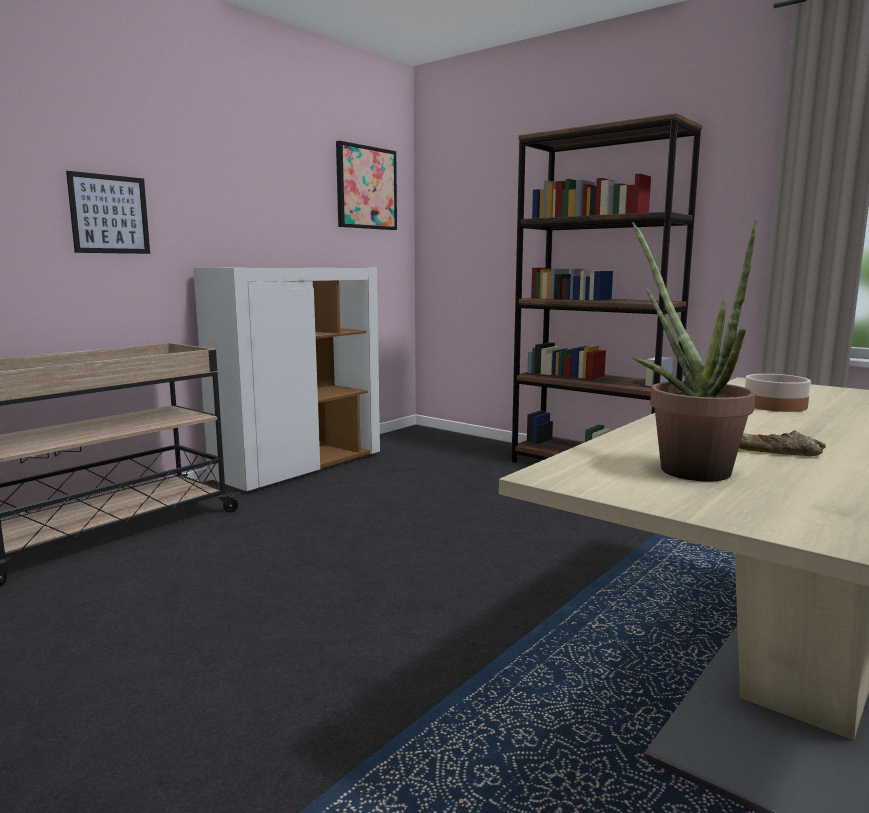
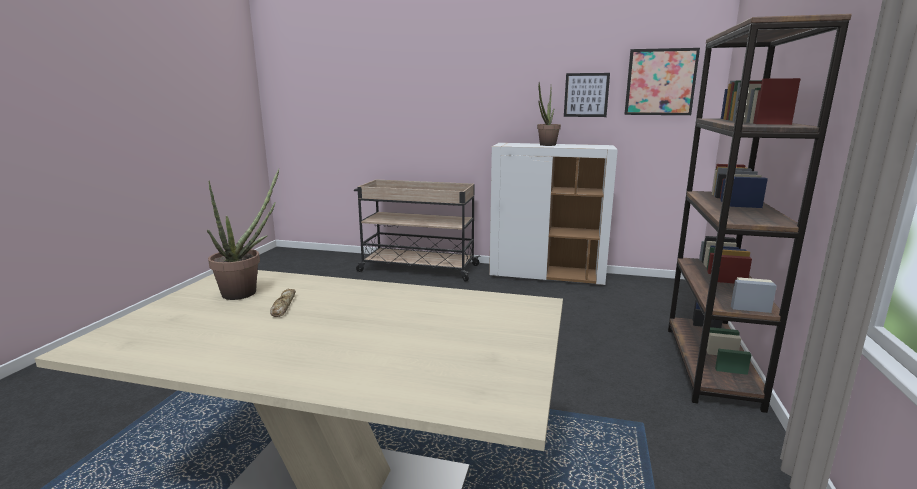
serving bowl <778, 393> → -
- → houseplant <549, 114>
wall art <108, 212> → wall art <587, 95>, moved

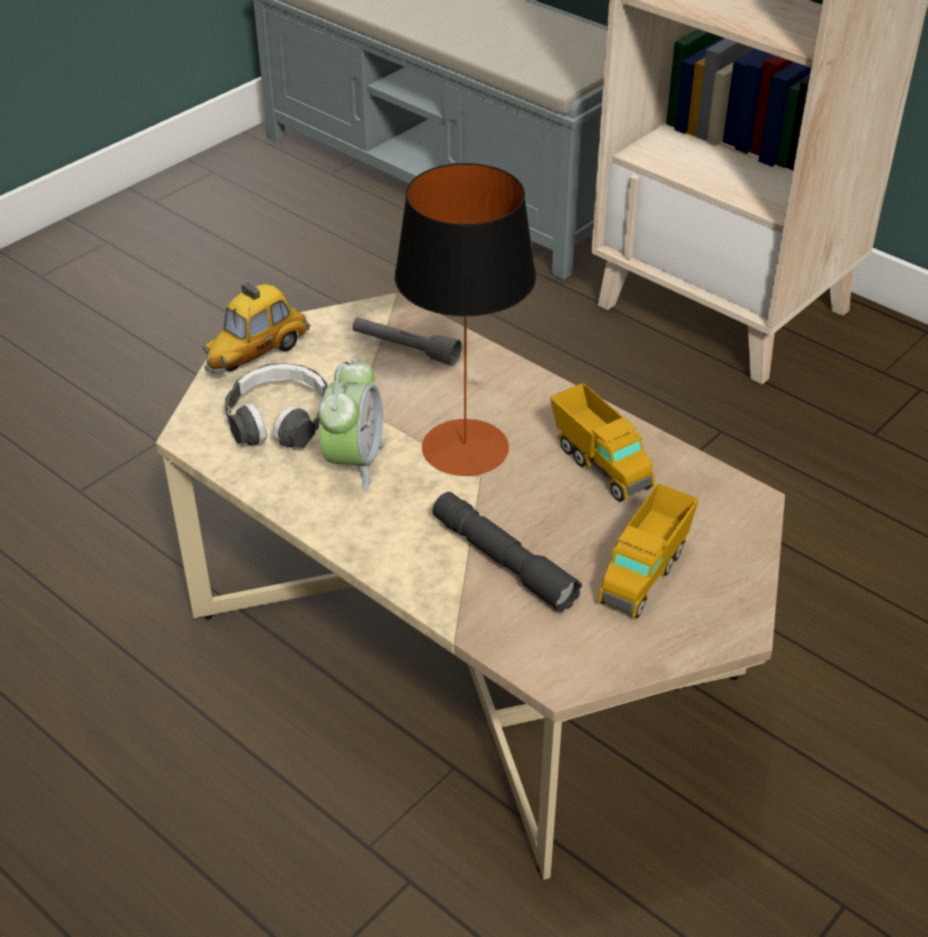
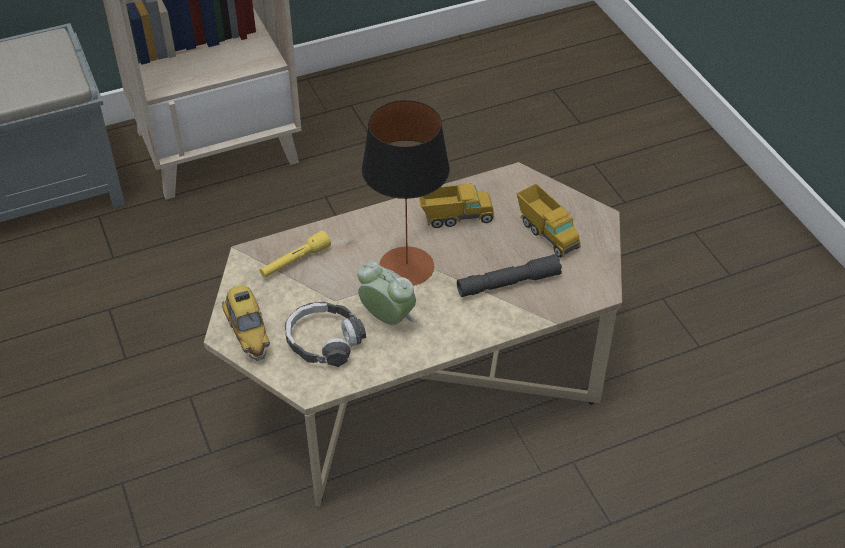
gray hand torch <407, 341> → yellow hand torch <295, 254>

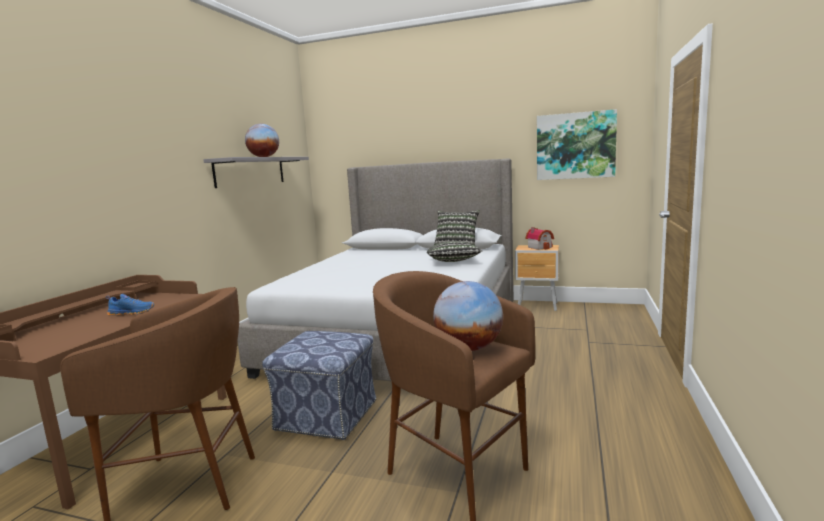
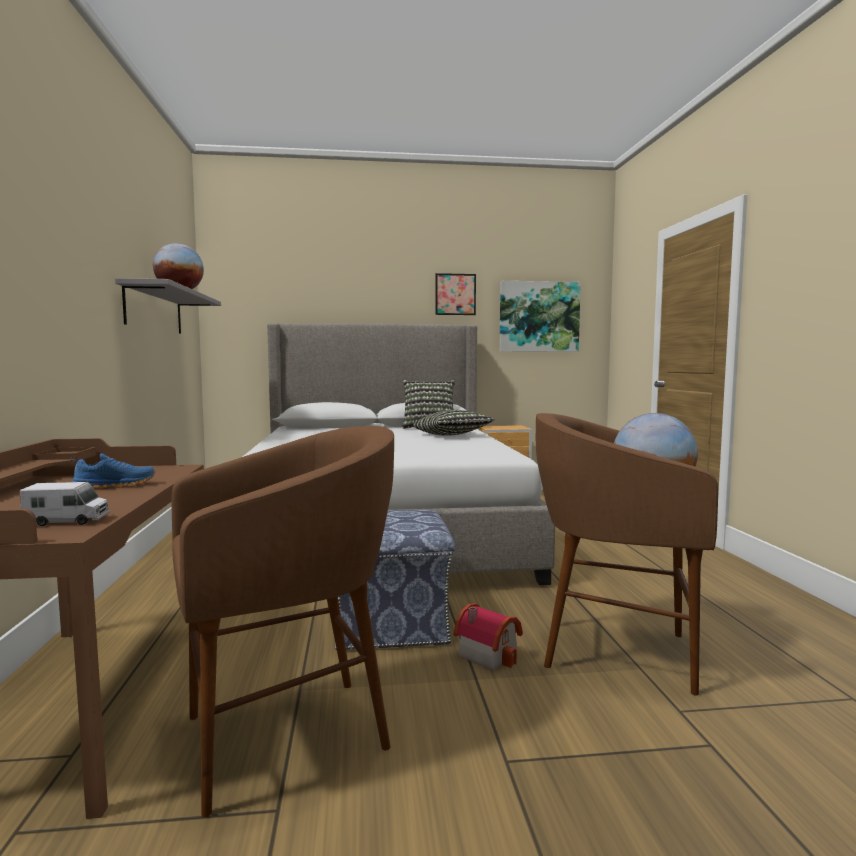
- → toy lorry <65, 504>
- → wall art <455, 294>
toy house <539, 238> → toy house <488, 636>, moved

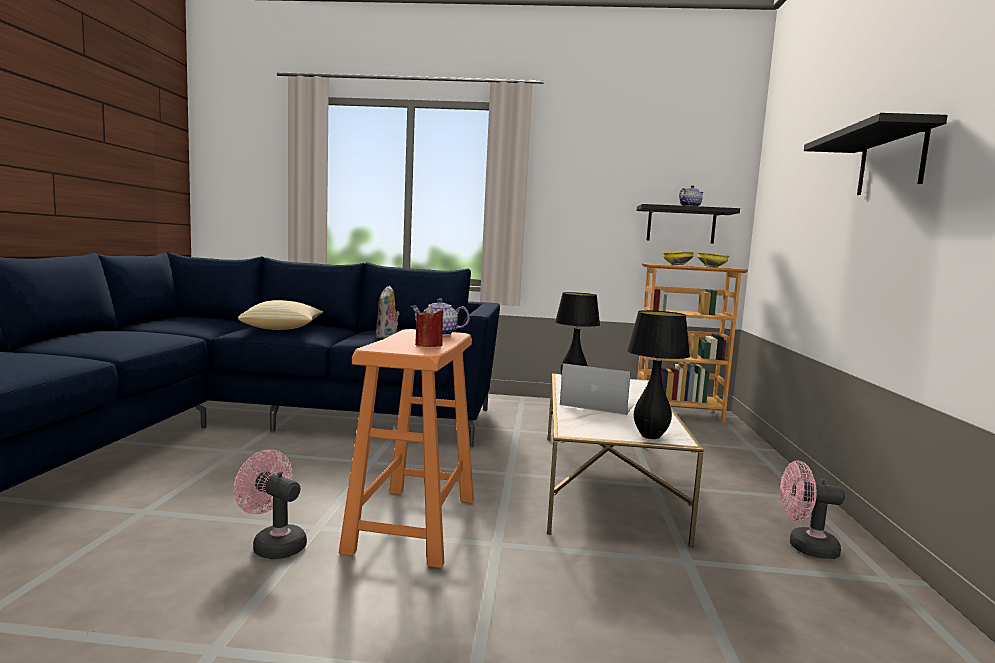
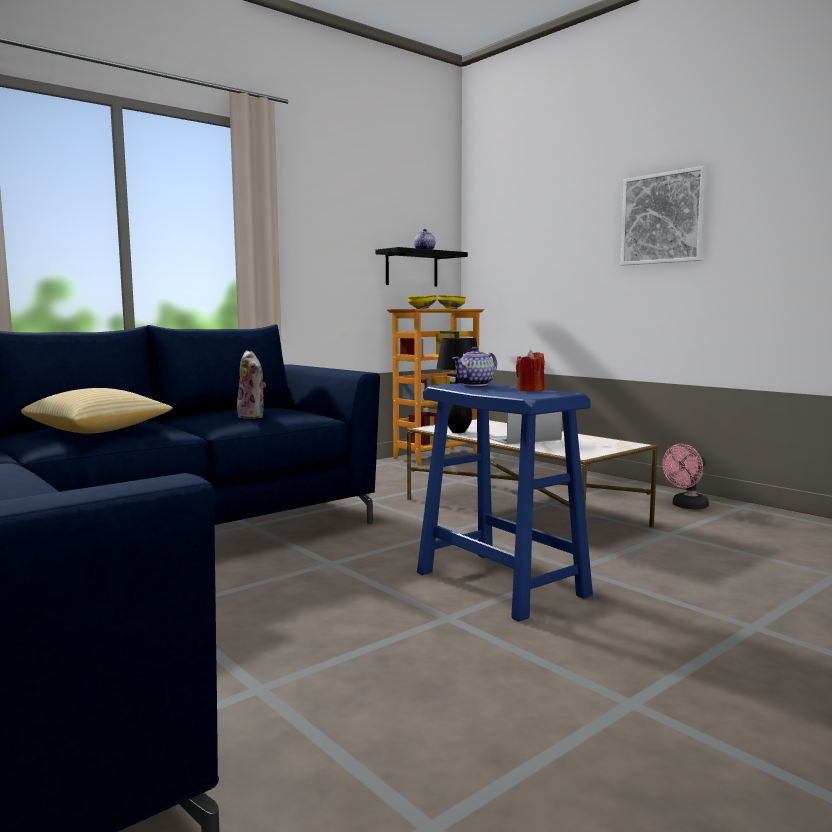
pink fan <270, 504> → -
black-coloured lamp for a table <658, 374> → -
black-coloured wall shelf <876, 154> → wall art <664, 216>
orangey stool seat <406, 448> → blue stool seat <505, 502>

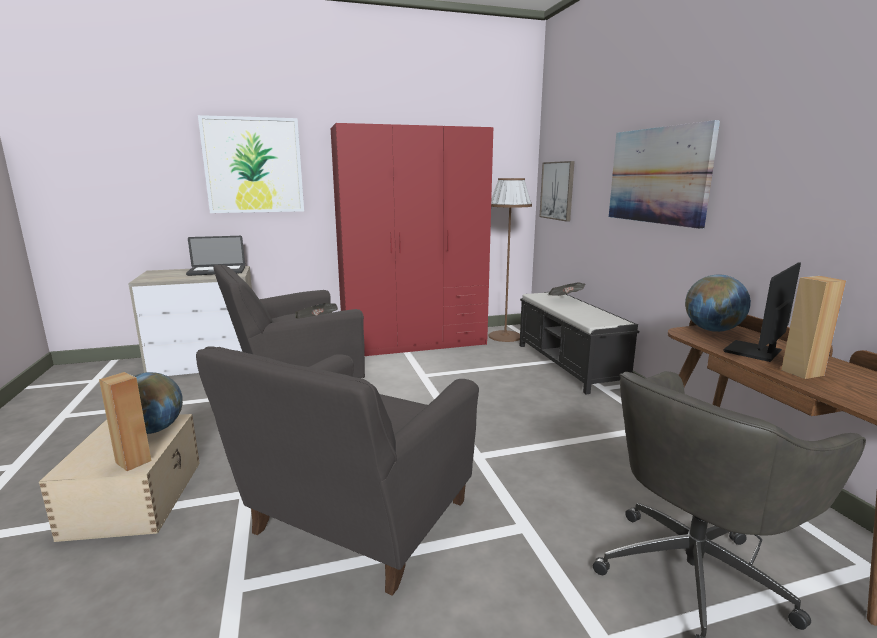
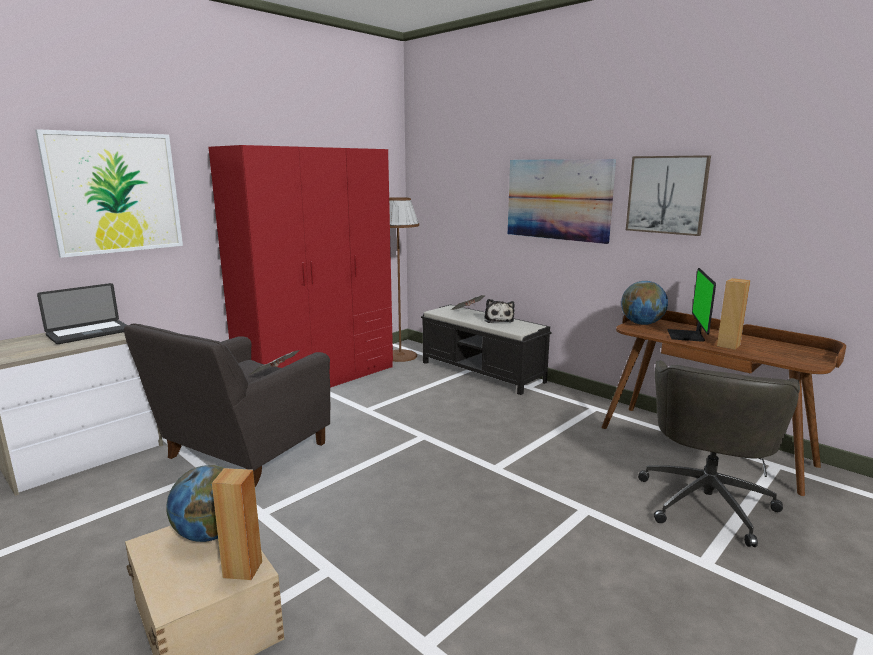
gray easy chair <337, 471> → -
- → soft toy <499, 311>
wall art <557, 191> → wall art <668, 195>, moved

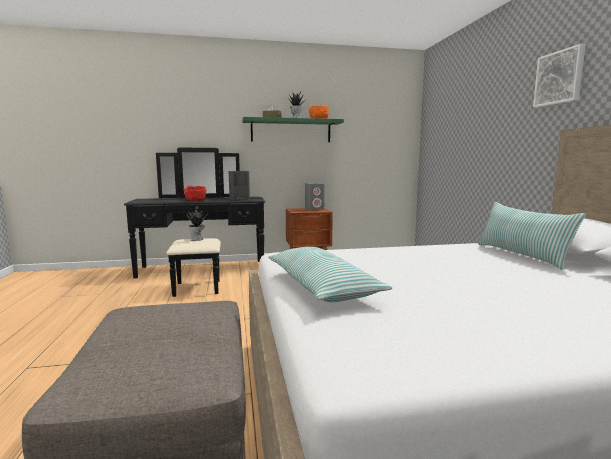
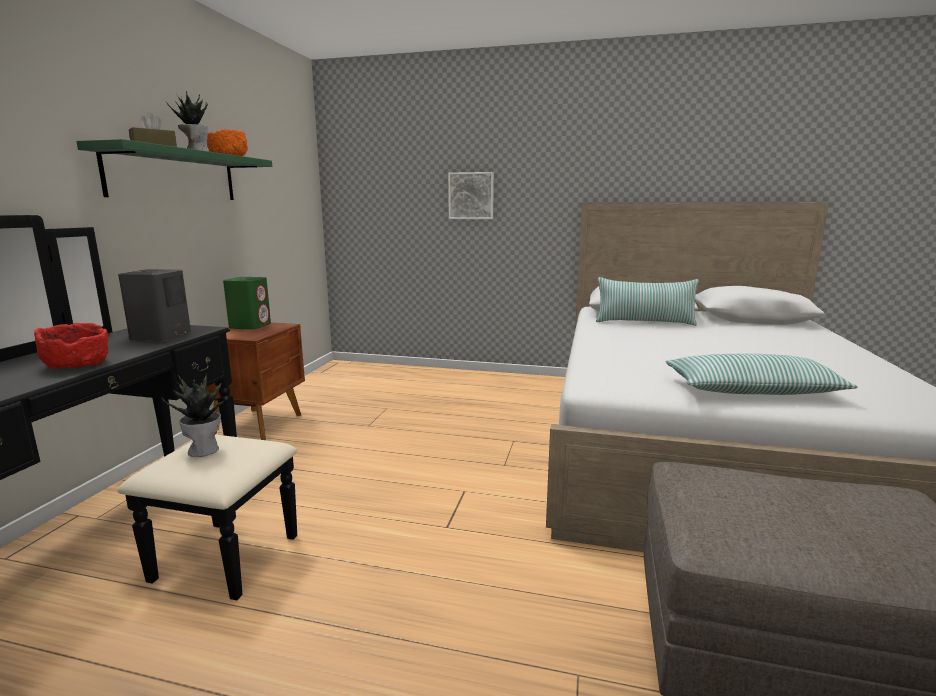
wall art <559, 75> → wall art <471, 195>, moved
gray speaker <315, 196> → green-coloured speaker <247, 303>

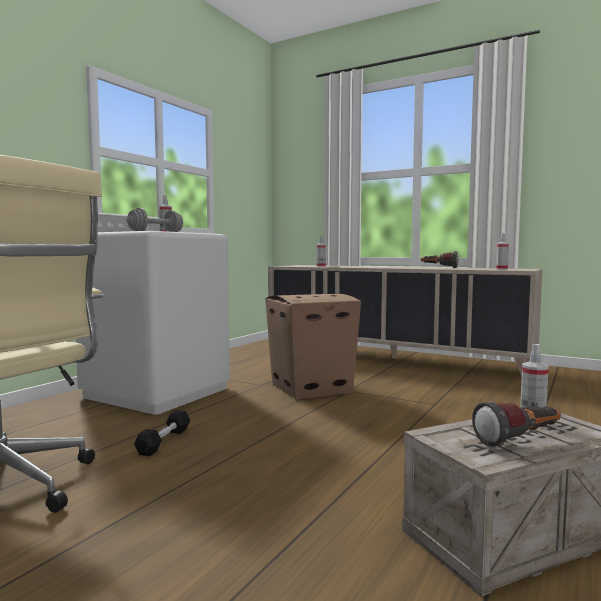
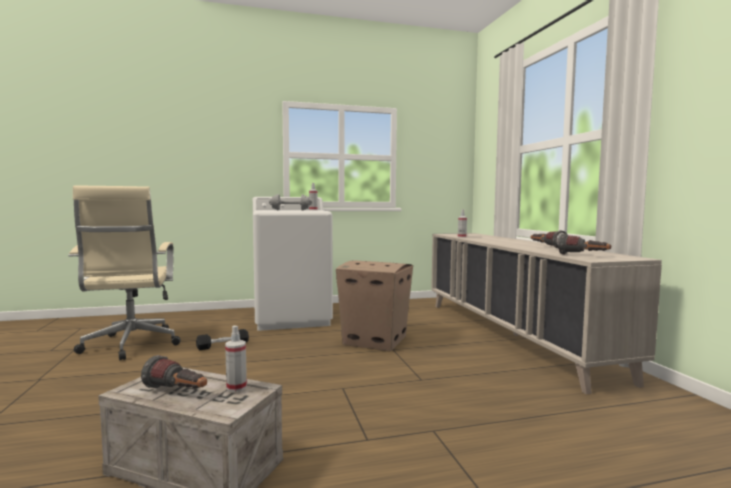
spray bottle <502, 251> → hand torch <585, 243>

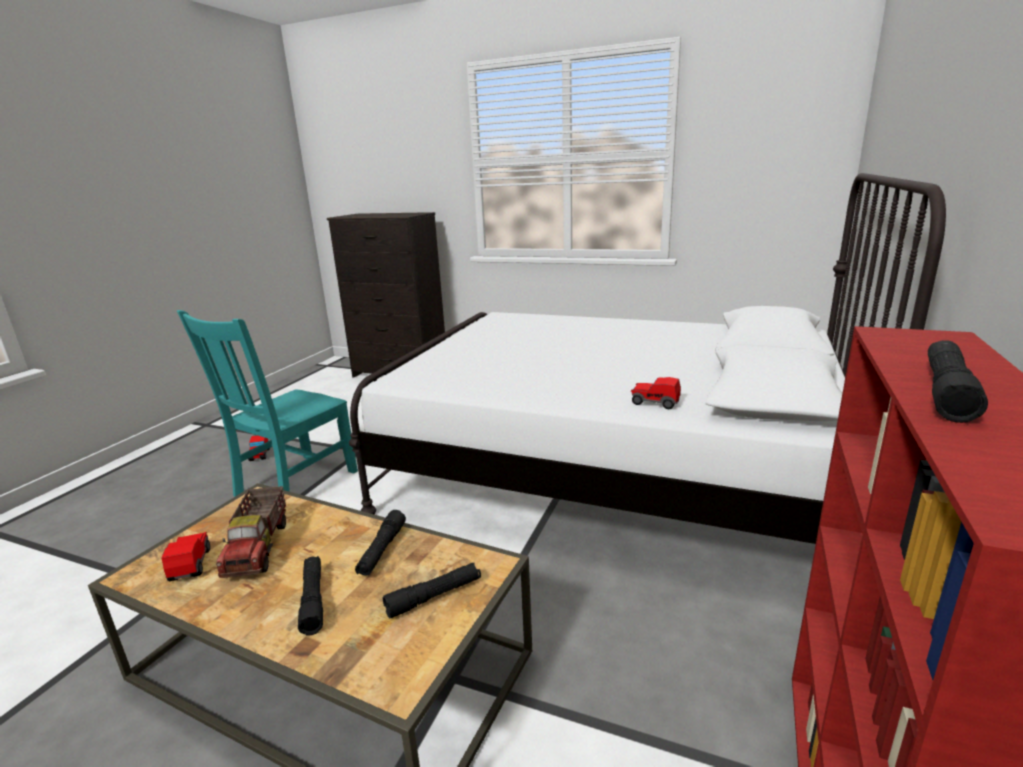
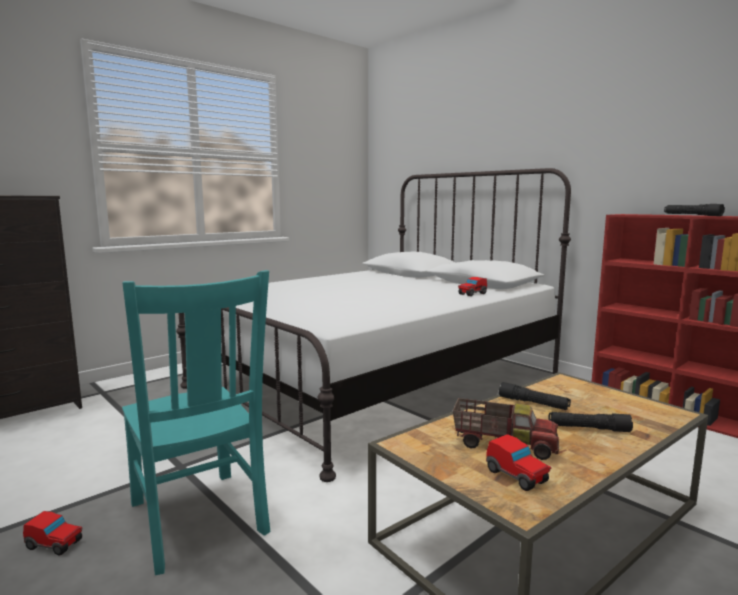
black-coloured hand torch <432, 590> → -
model car <185, 557> → model car <519, 462>, 135 degrees counterclockwise

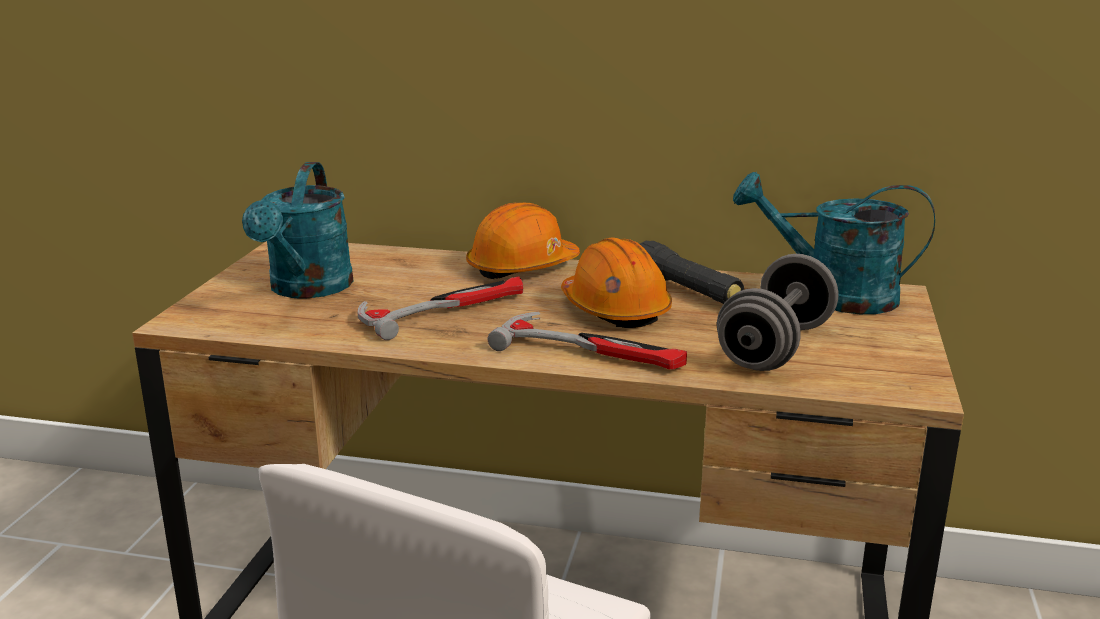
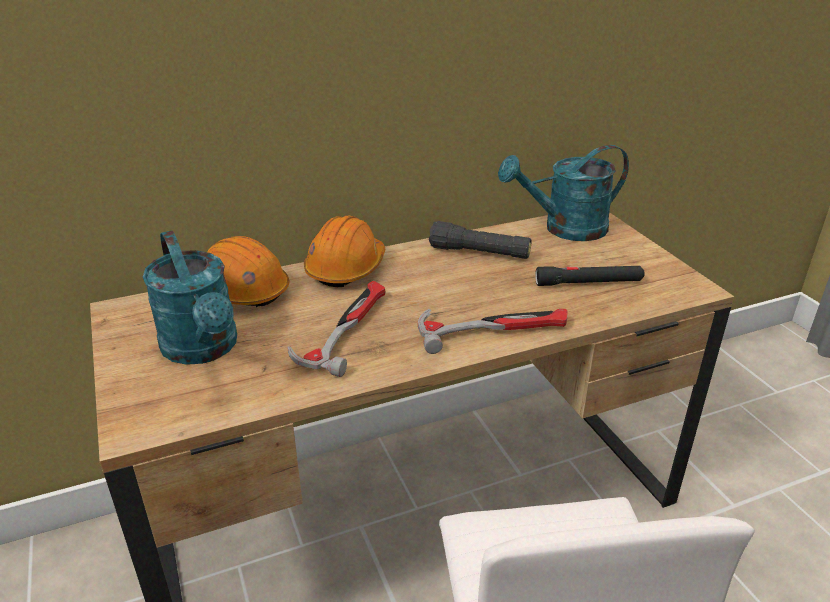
orangey hard hat <616, 282> → orangey hard hat <248, 271>, moved
gray dumbbell <777, 312> → black-coloured hand torch <590, 276>

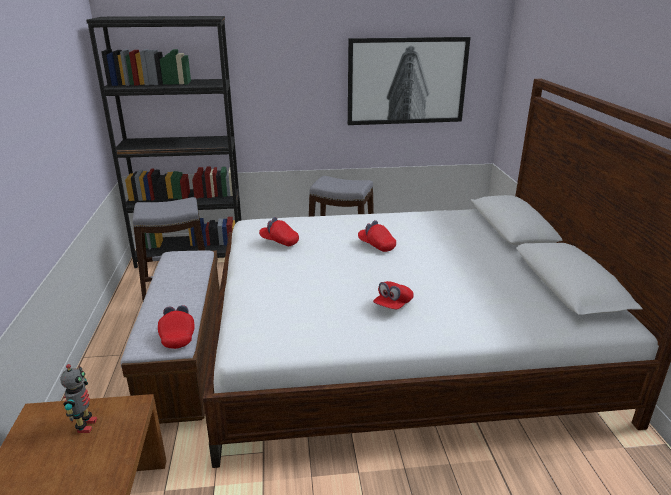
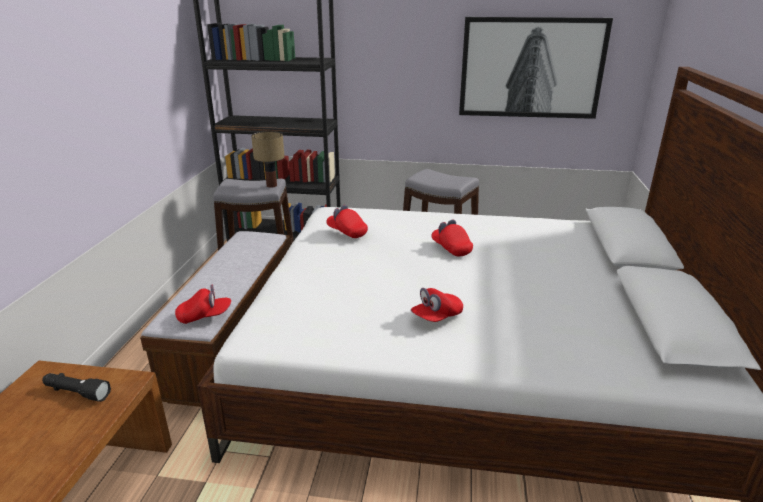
- → lamp for a table <268, 159>
model robot <78, 398> → black-coloured hand torch <76, 387>
red-coloured cap <176, 327> → red-coloured cap <203, 304>, 75 degrees clockwise

